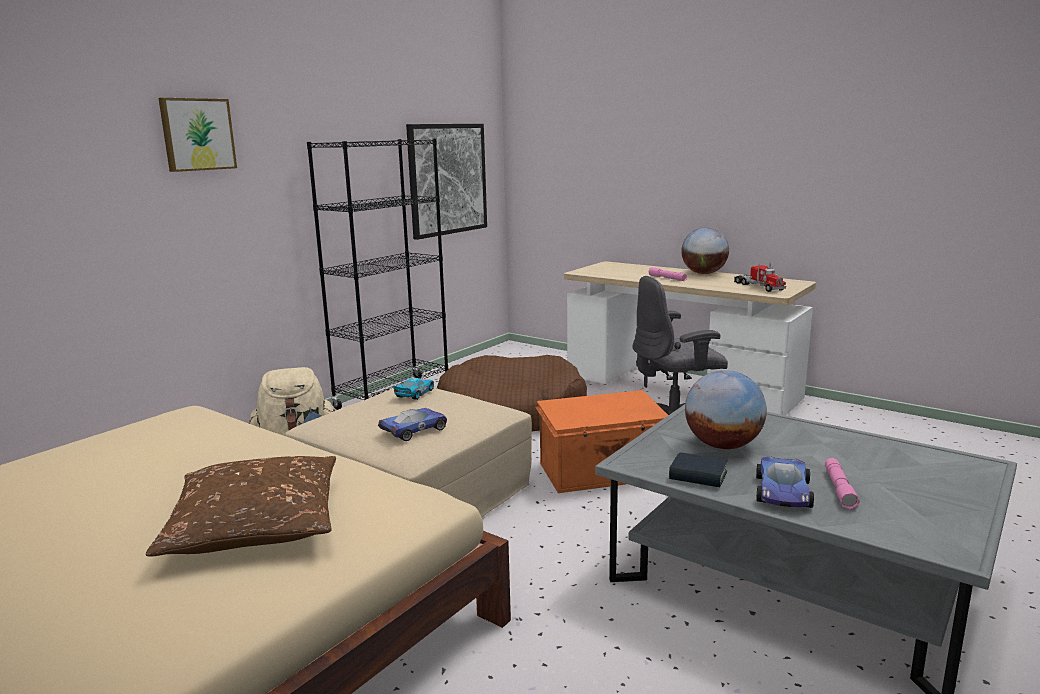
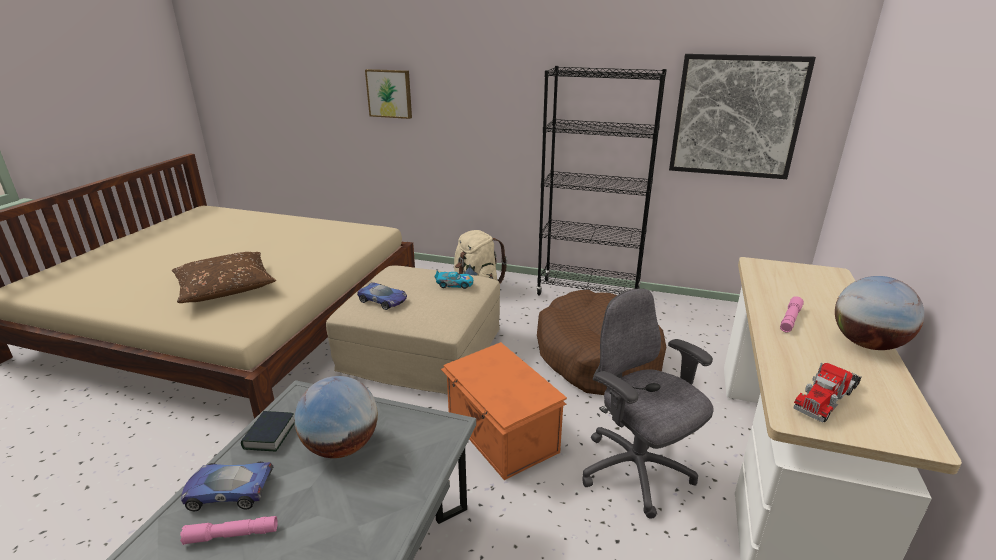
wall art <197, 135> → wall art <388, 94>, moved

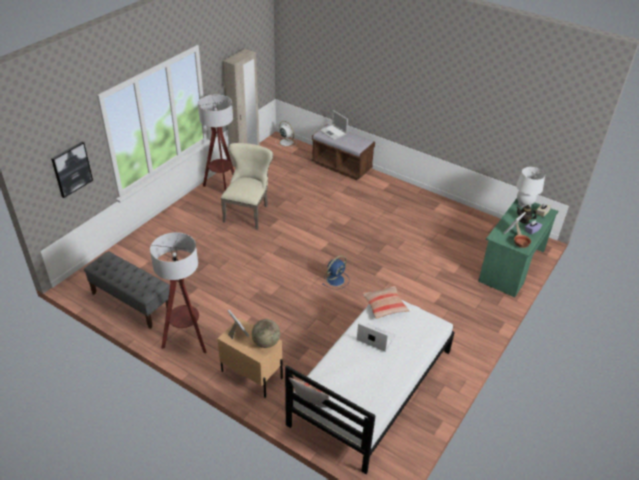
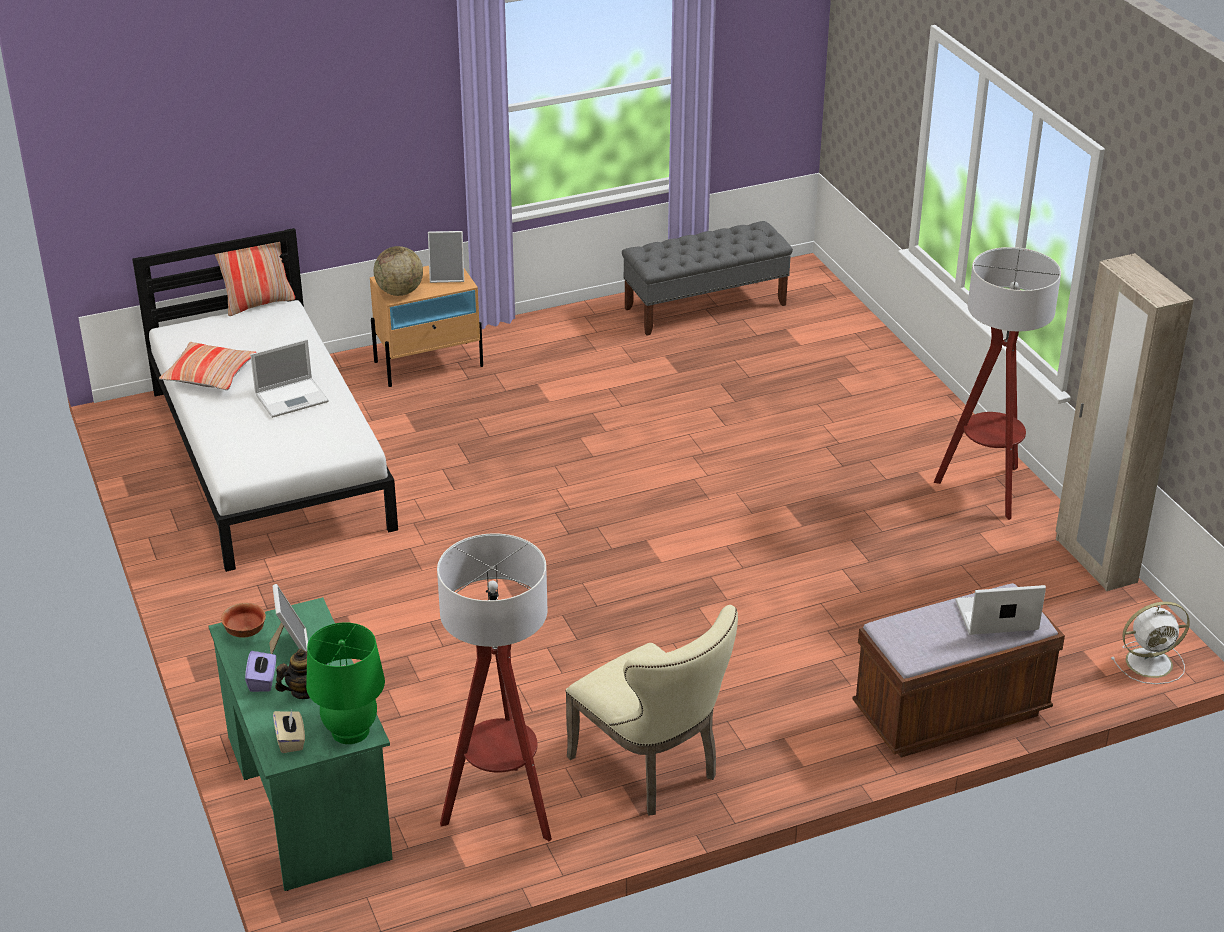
wall art <72, 170> → -
blue fan <336, 272> → -
standard lamp <178, 293> → standard lamp <494, 687>, moved
beige upright chair <247, 186> → beige upright chair <652, 710>, moved
throw pillow <385, 302> → throw pillow <207, 366>, moved
white-coloured lamp for a table <530, 187> → green-coloured lamp for a table <345, 683>

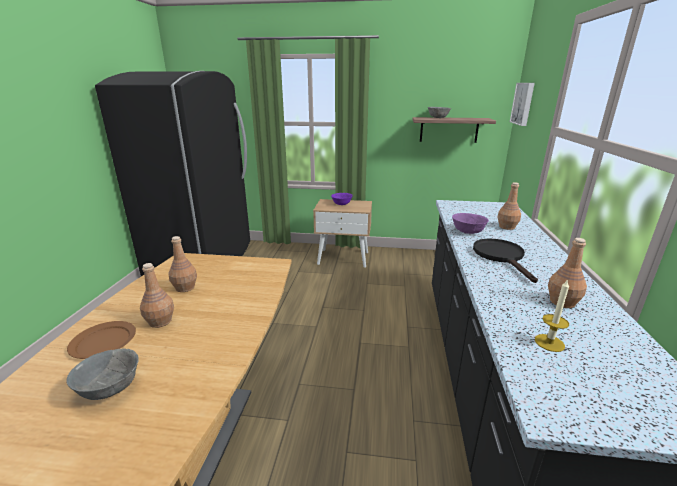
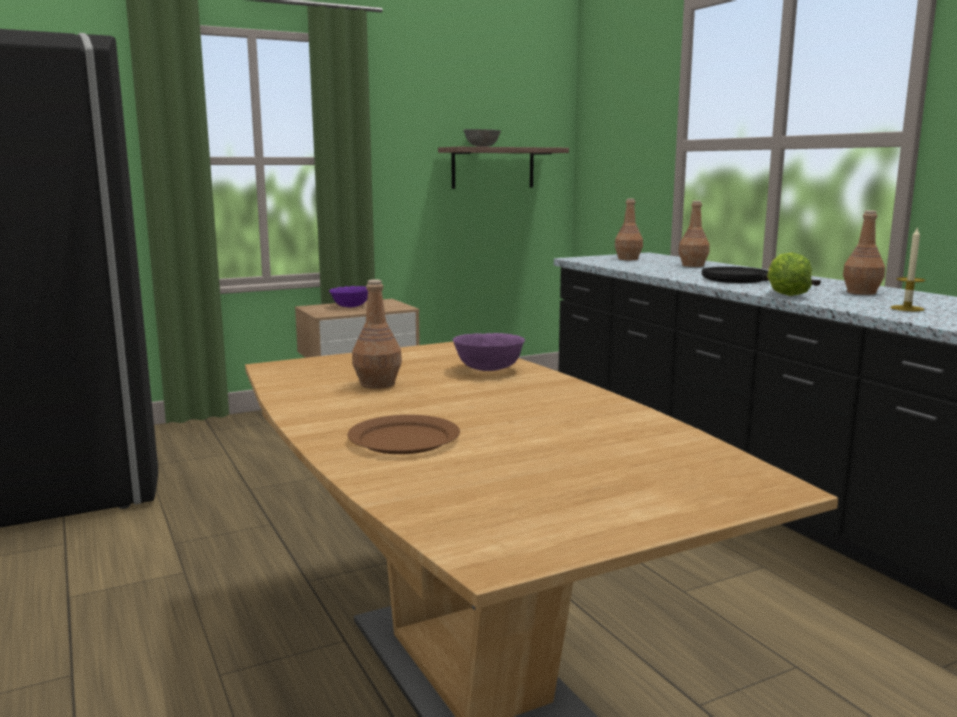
gray serving bowl <102, 374> → -
wall art <522, 104> → -
- → head of lettuce <789, 274>
brown bottle <157, 295> → brown bottle <629, 229>, moved
purplish serving bowl <470, 223> → purplish serving bowl <489, 352>, moved

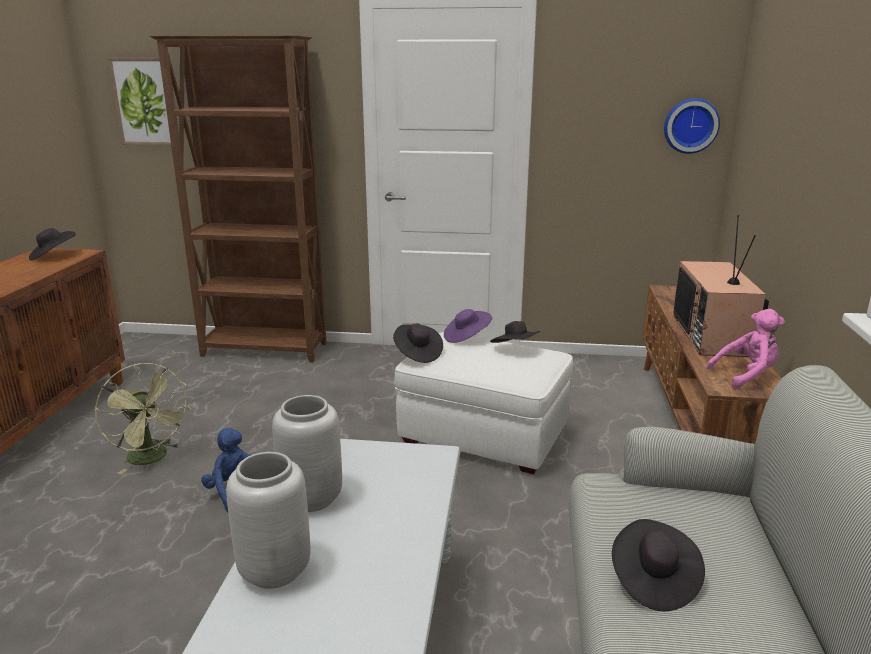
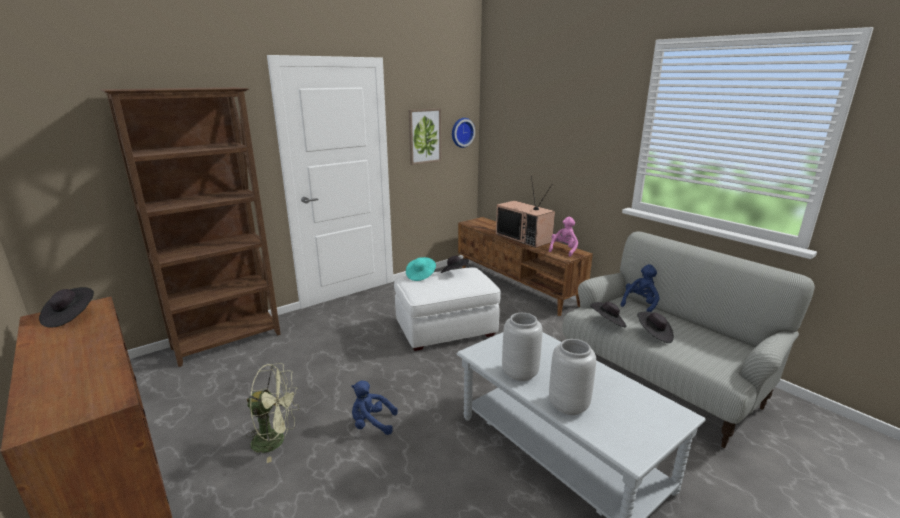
- → blue soft toy <640, 288>
wall art <139, 102> → wall art <425, 136>, moved
black-coloured hat <418, 343> → black-coloured hat <608, 314>, moved
purplish hat <468, 326> → turquoise-coloured hat <421, 269>

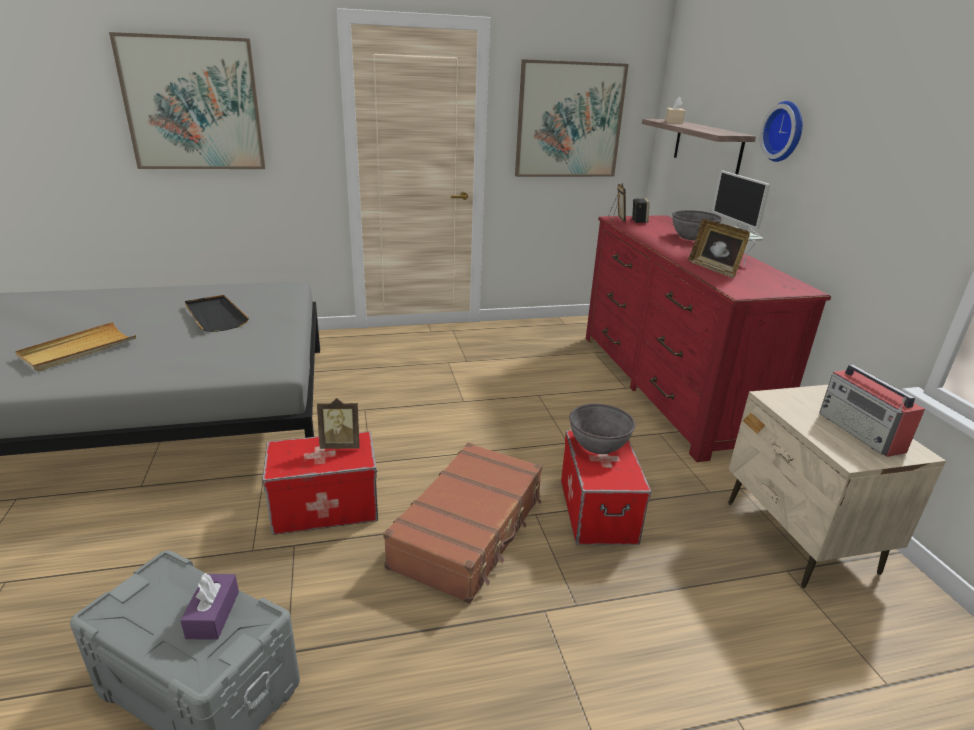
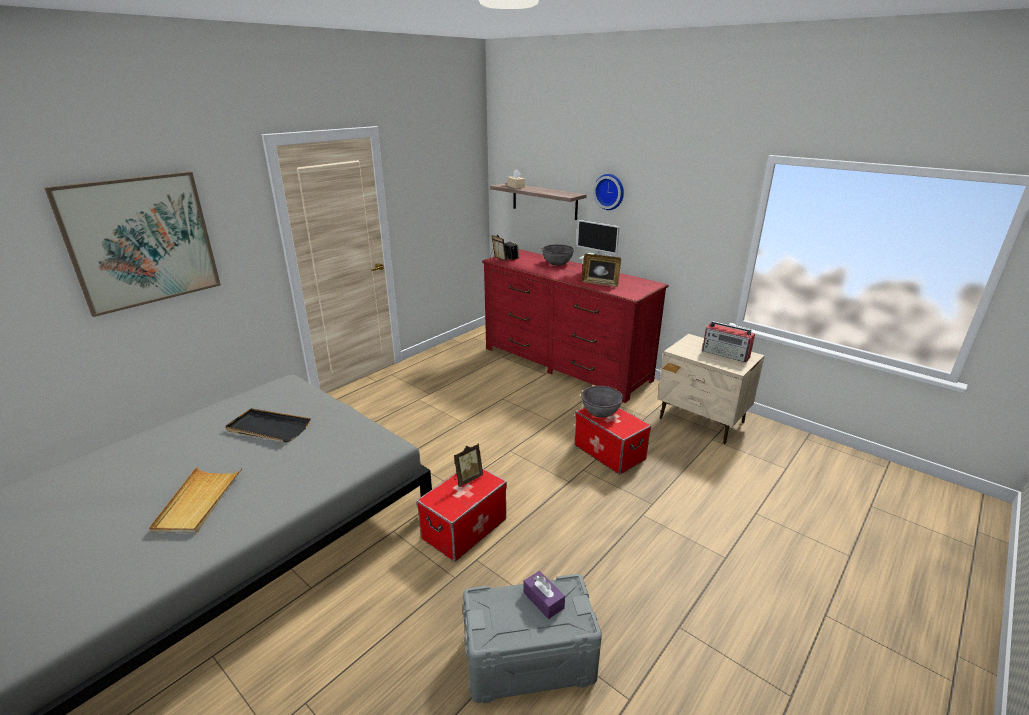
brown suitcase <462, 523> → -
wall art <572, 118> → -

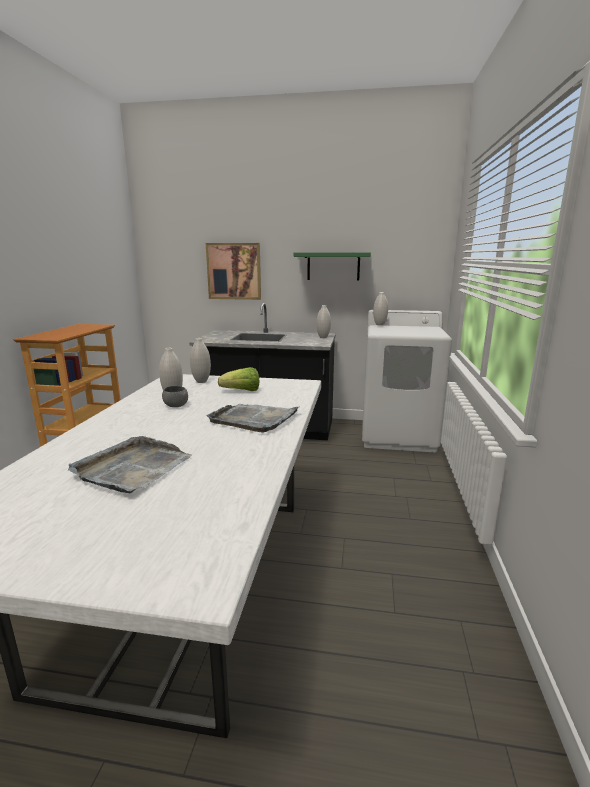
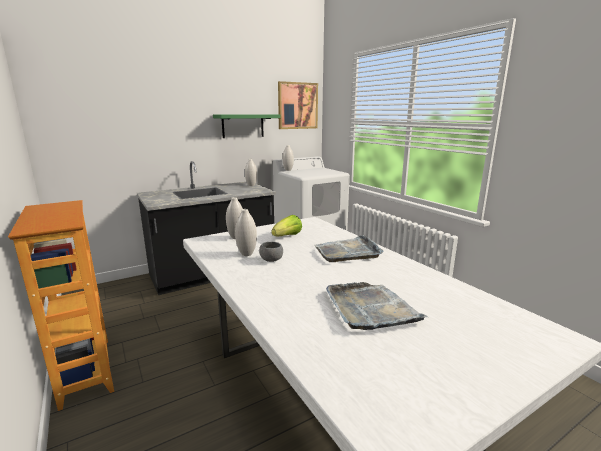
wall art <233, 271> → wall art <298, 105>, moved

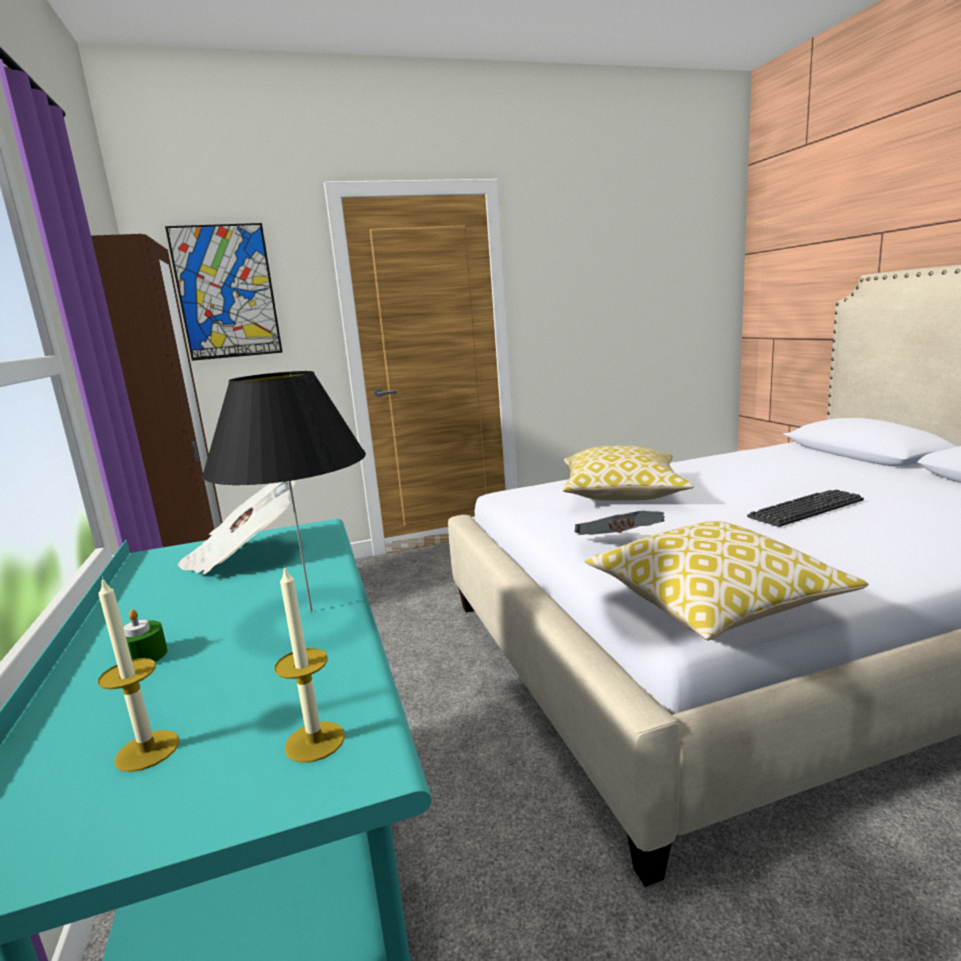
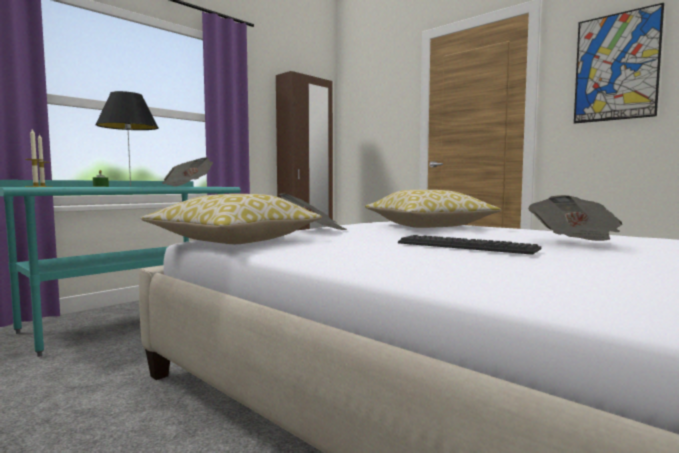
- → daily paper <575, 218>
wall art <224, 292> → wall art <619, 63>, moved

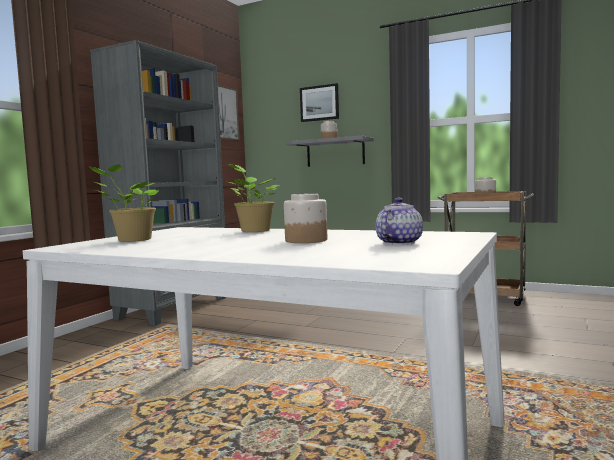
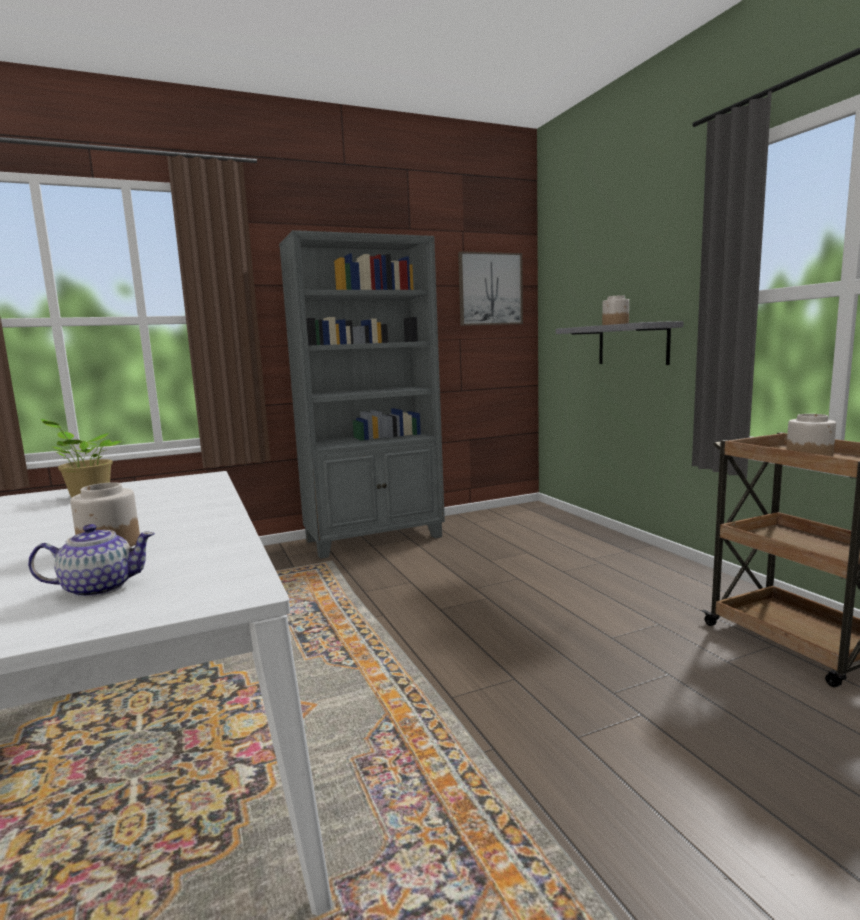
houseplant <254, 198> → -
wall art <319, 102> → -

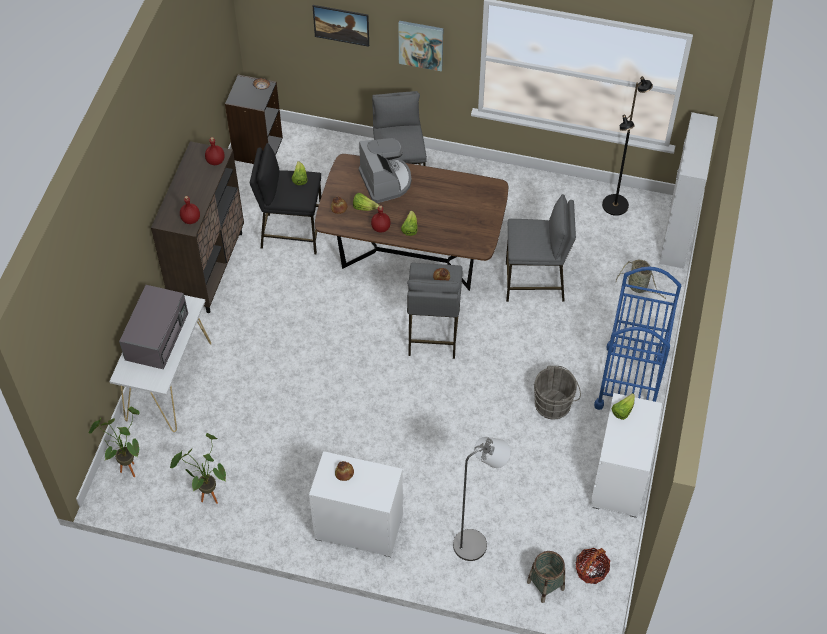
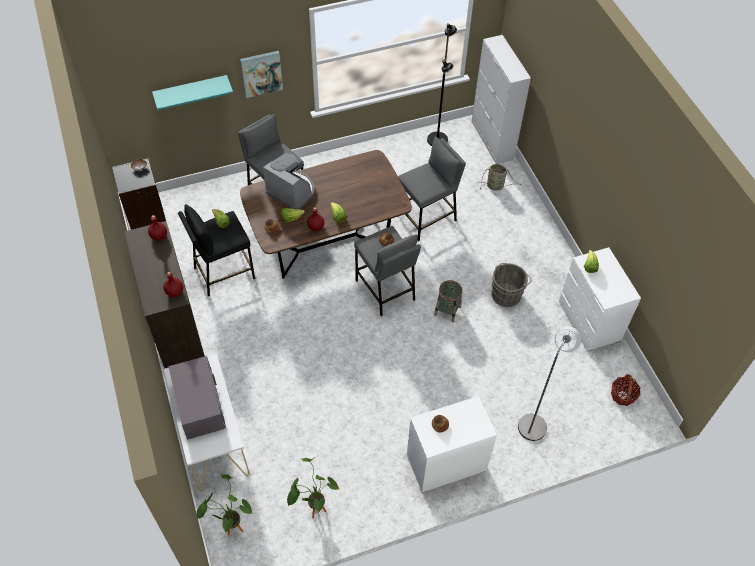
blue wheeled cart <637, 338> → -
storage basket <546, 577> → storage basket <448, 301>, moved
wall art <341, 26> → turquoise-coloured wall shelf <192, 92>

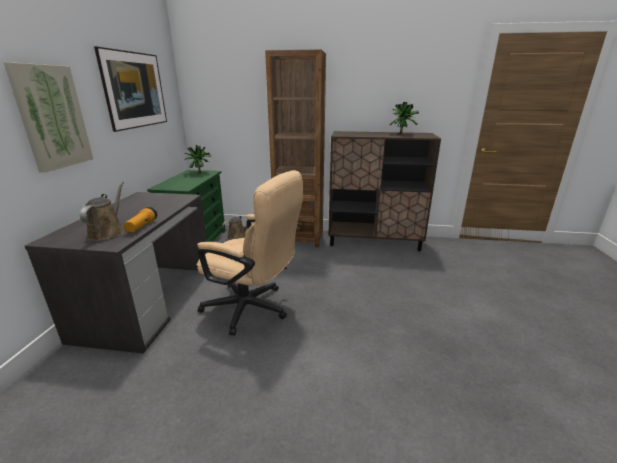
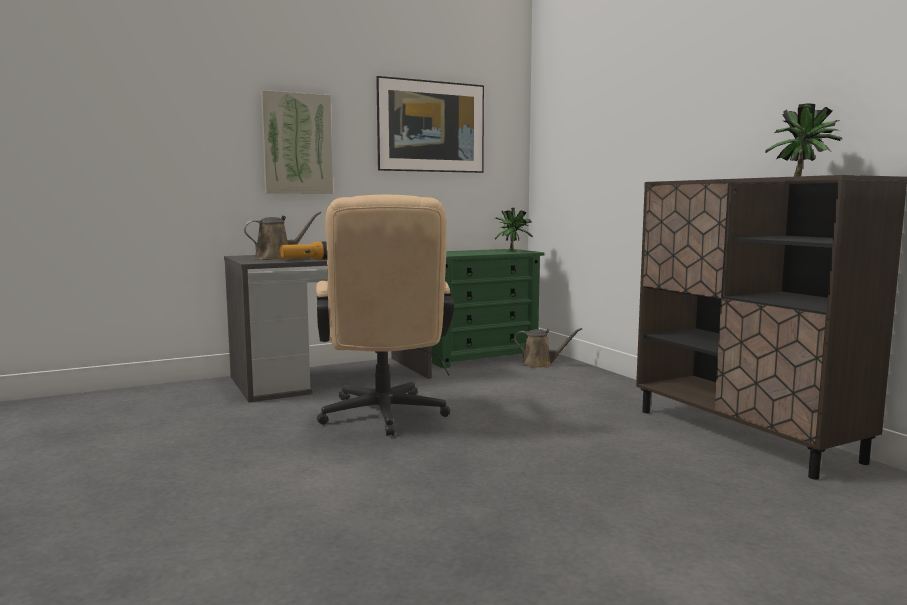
brown bookcase <295, 148> → -

